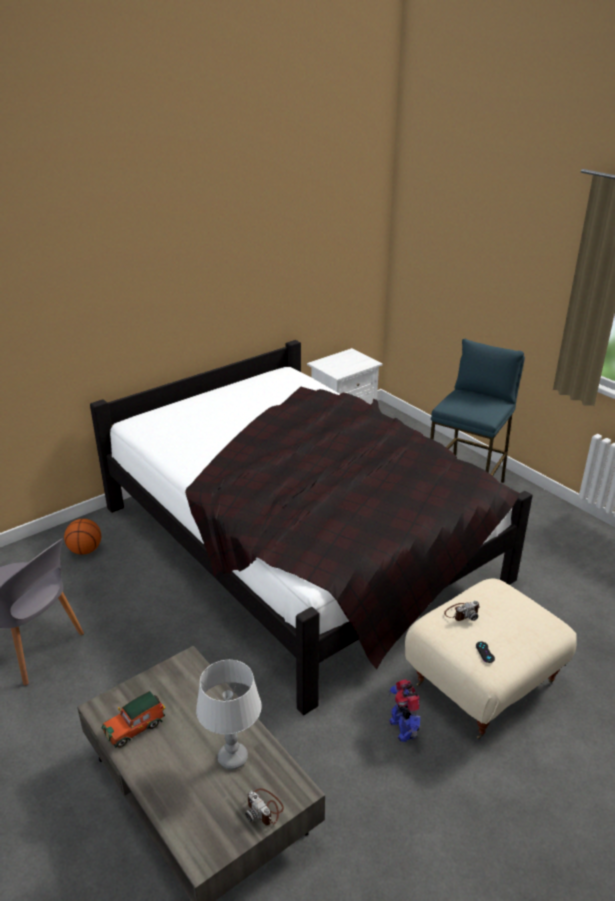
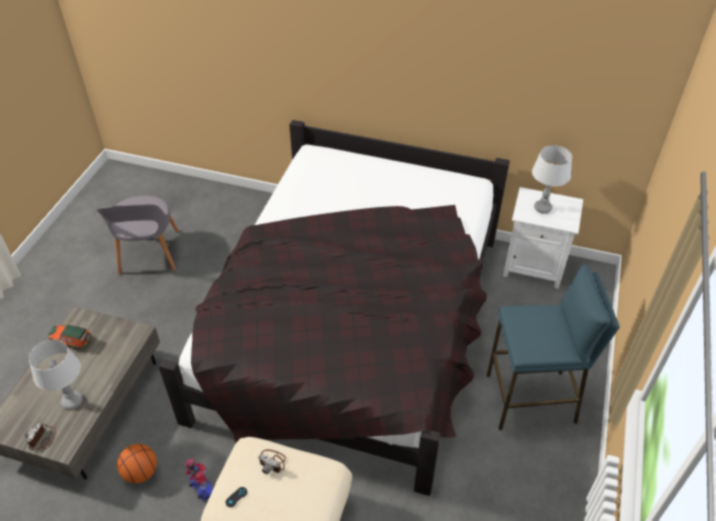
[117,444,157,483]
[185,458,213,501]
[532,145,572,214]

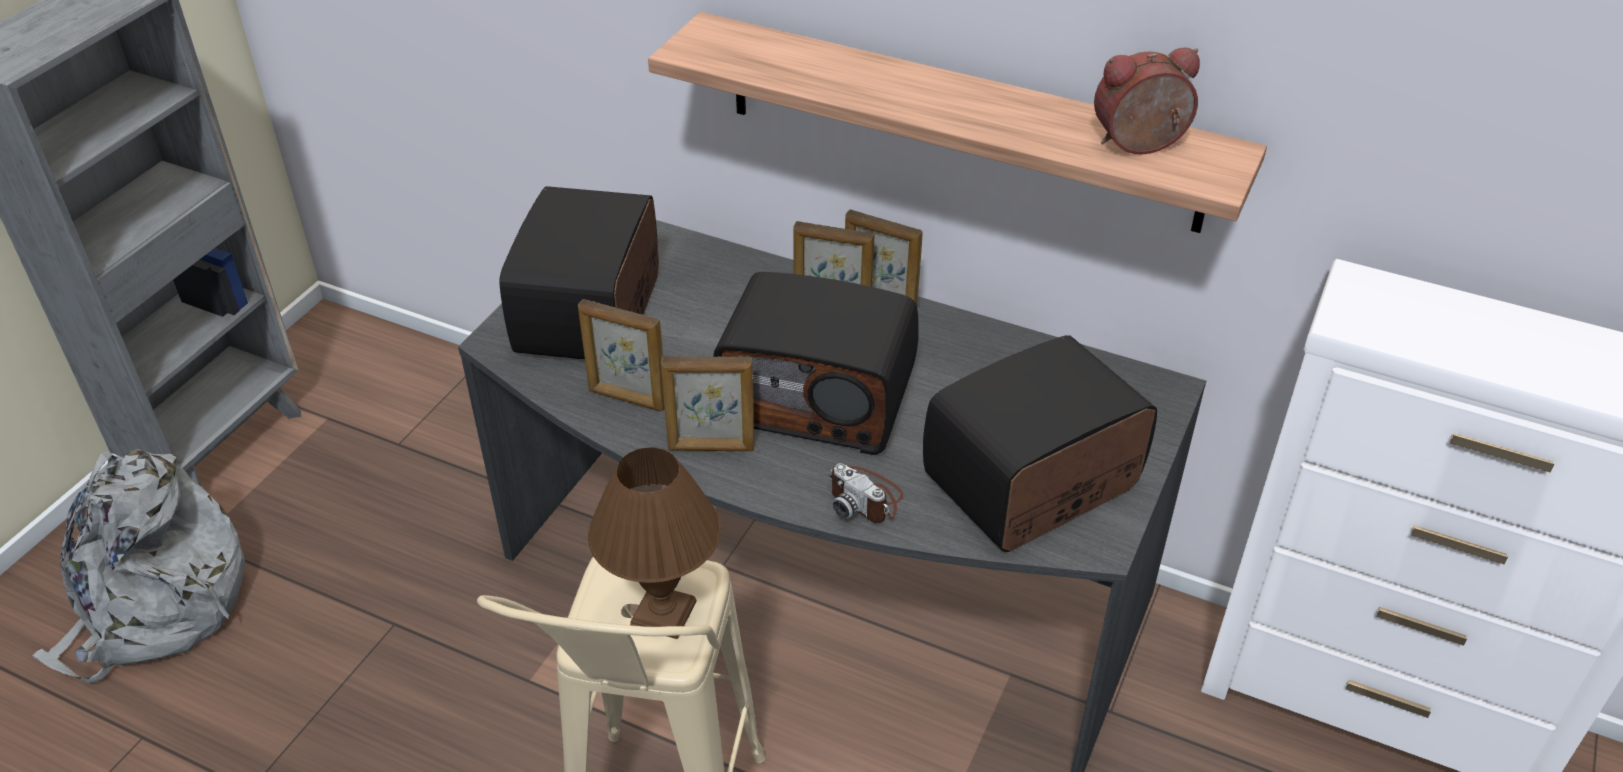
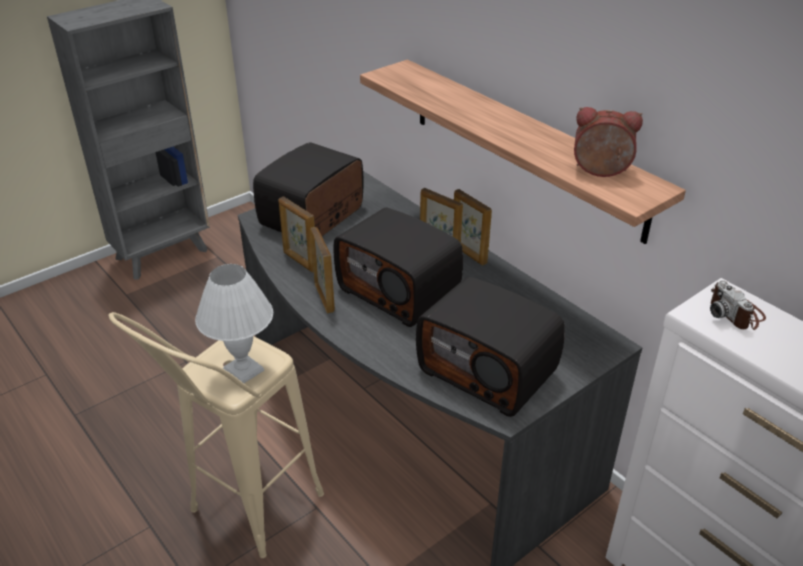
[195,264,273,383]
[310,227,335,313]
[416,277,565,417]
[710,280,766,330]
[32,449,245,683] (first image)

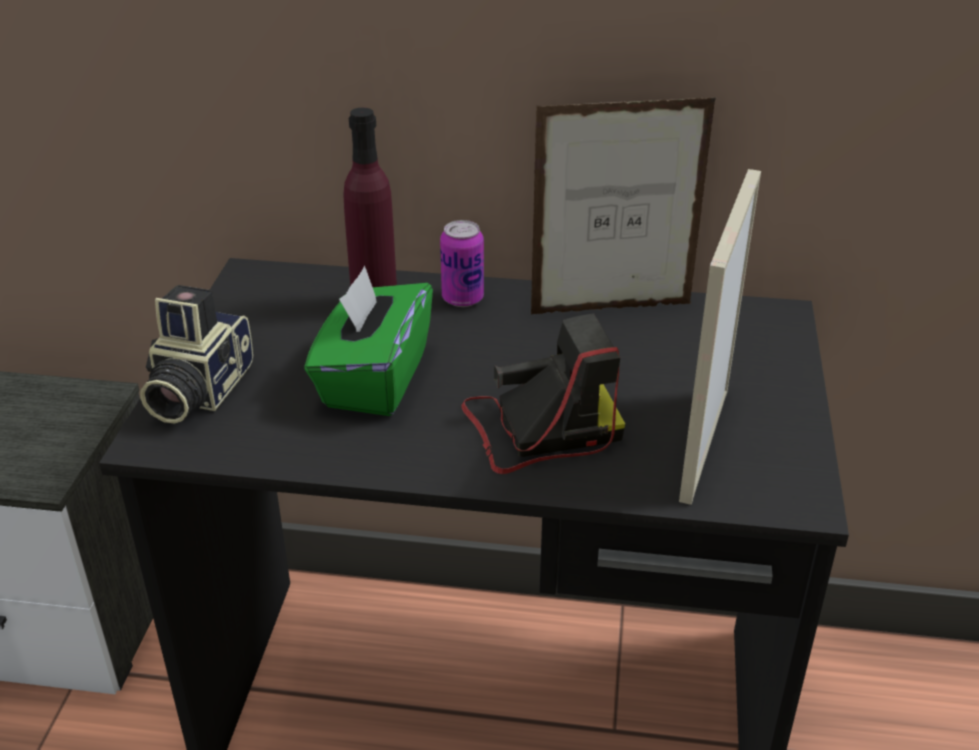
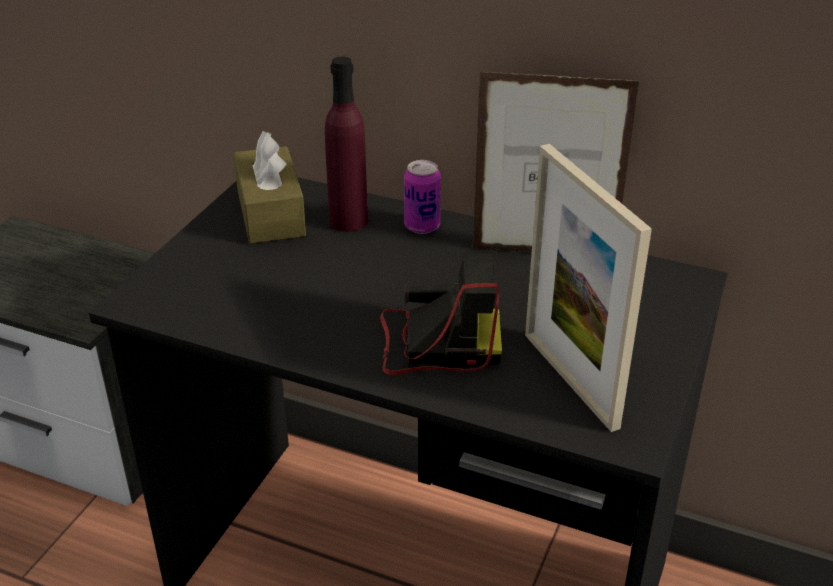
[233,131,306,244]
[525,144,652,432]
[140,285,253,424] (first image)
[305,266,433,416] (first image)

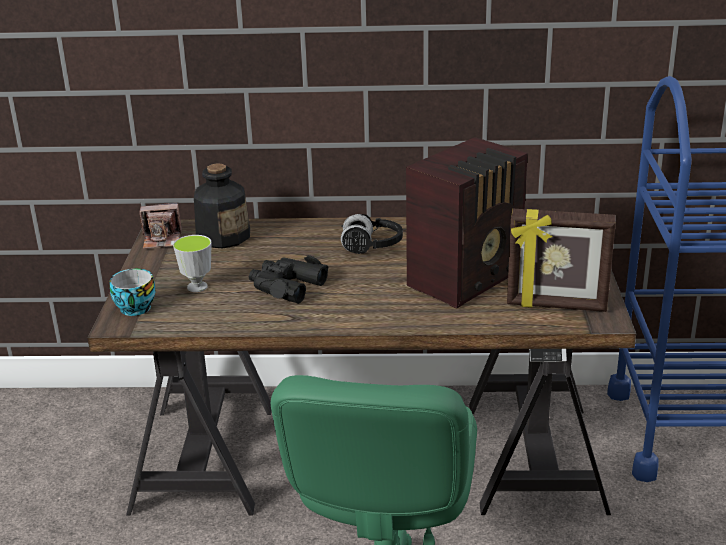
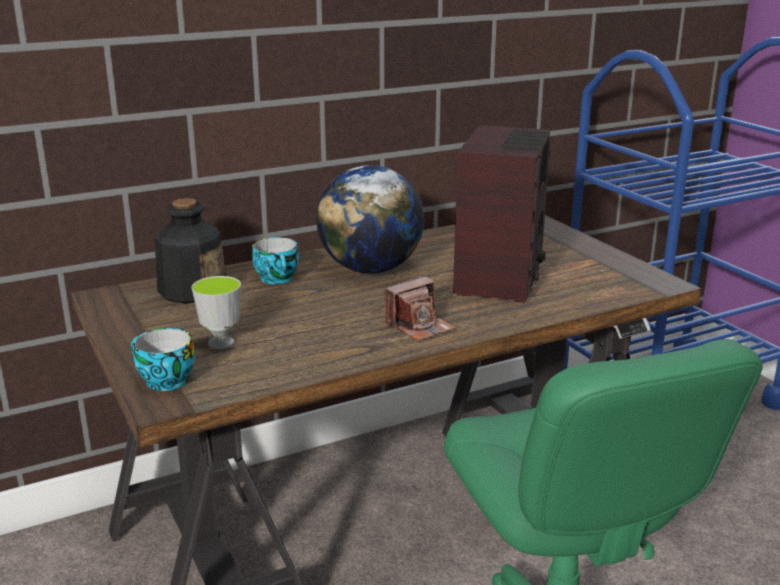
[252,237,299,284]
[316,165,424,273]
[385,276,455,341]
[248,255,328,304] (first image)
[507,209,616,312] (first image)

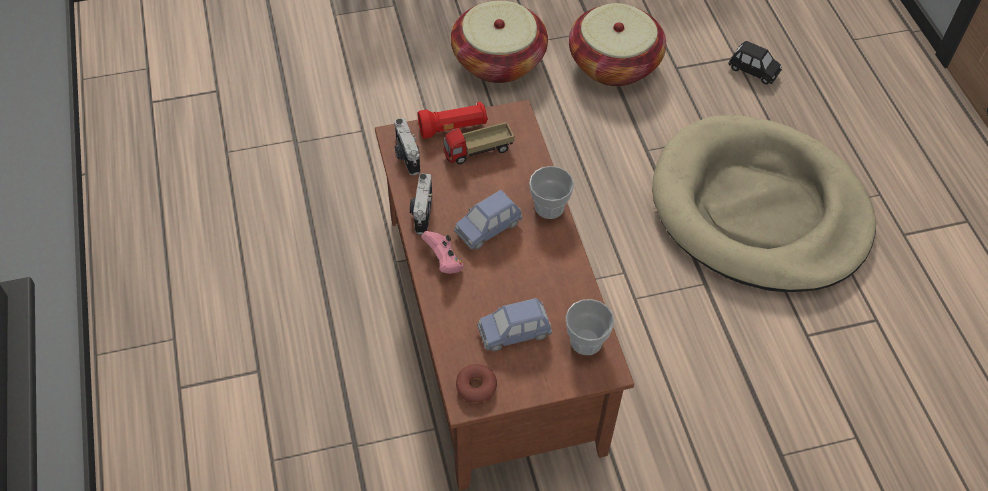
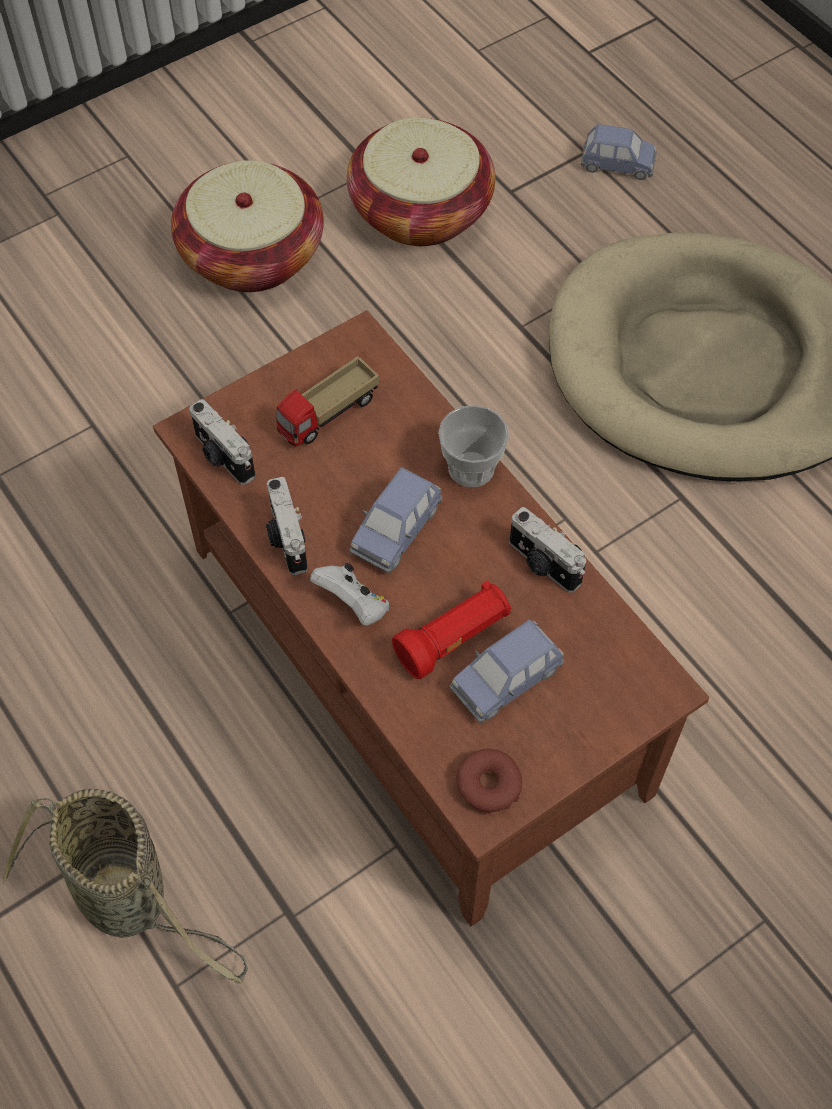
[2,789,248,984]
[310,563,389,626]
[392,580,511,679]
[509,507,586,593]
[581,124,657,180]
[565,299,614,355] (first image)

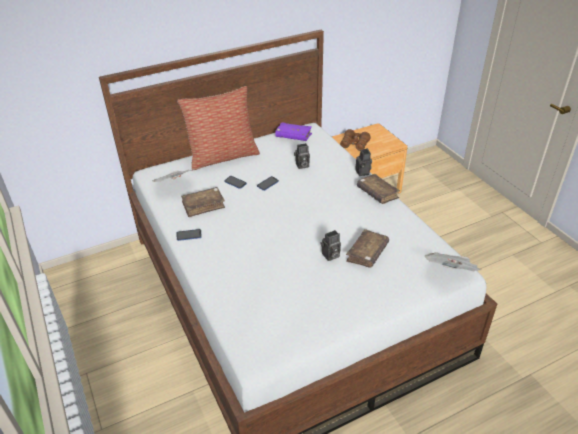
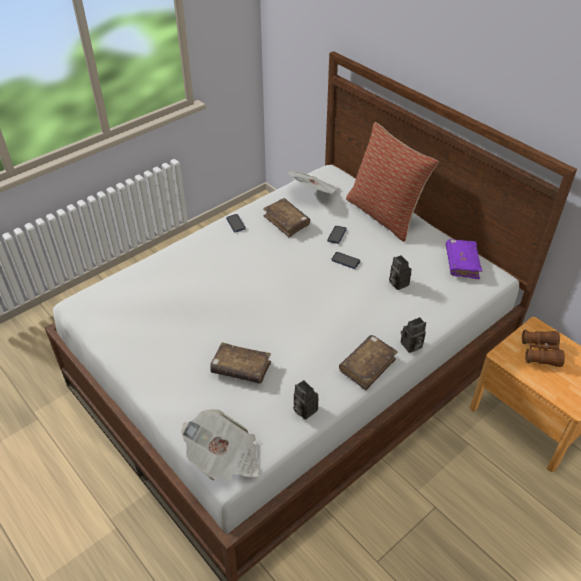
[293,380,319,420]

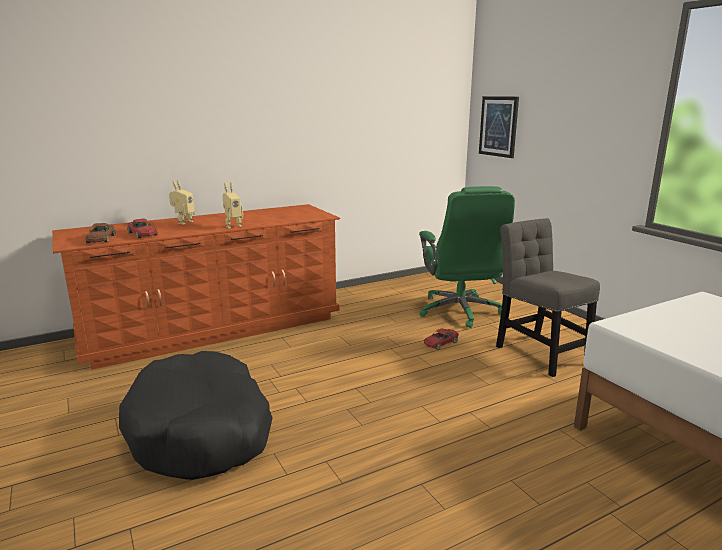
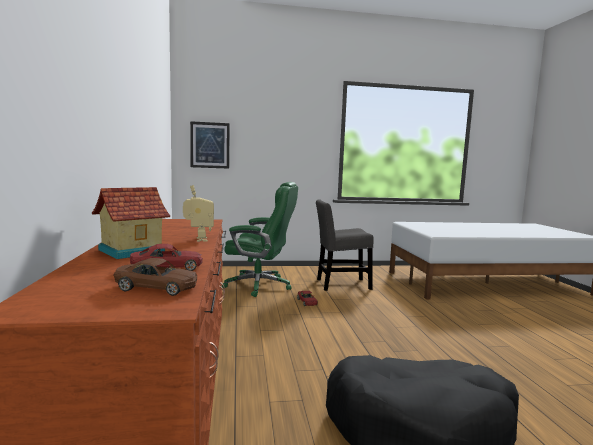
[92,187,170,259]

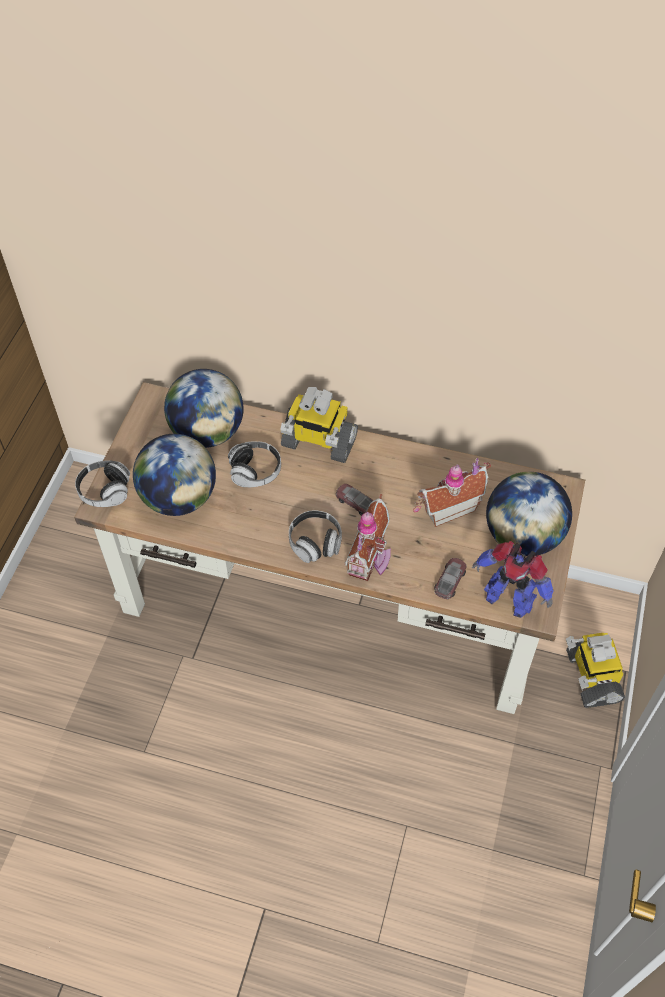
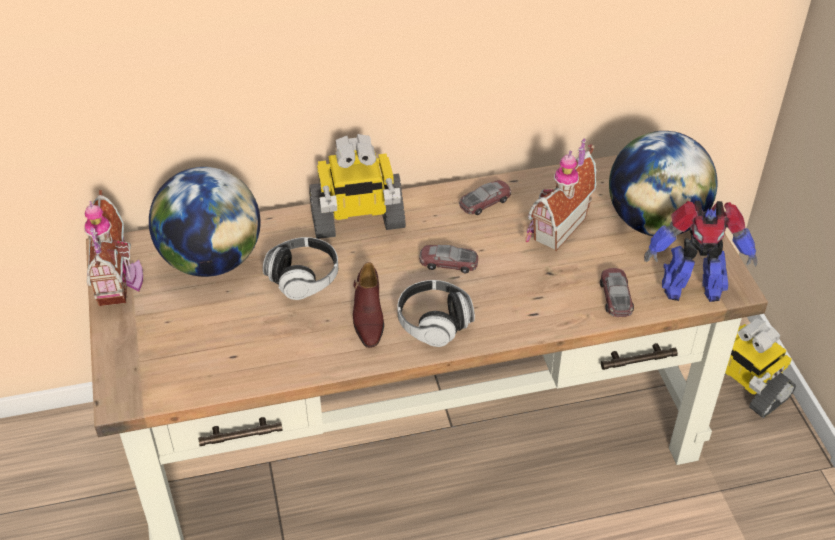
[84,190,143,306]
[353,262,384,348]
[459,180,511,215]
[75,461,130,507] (first image)
[133,434,216,516] (first image)

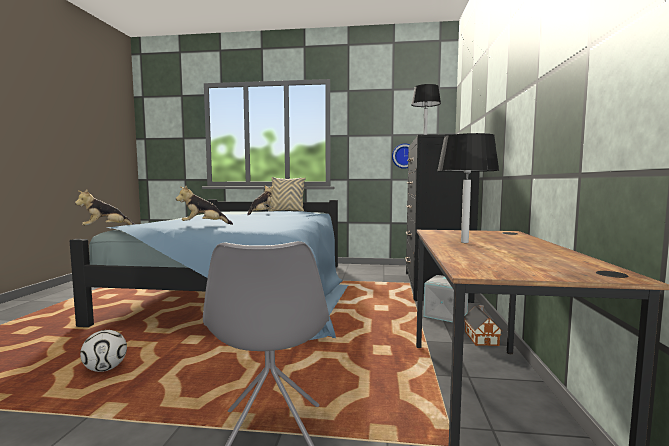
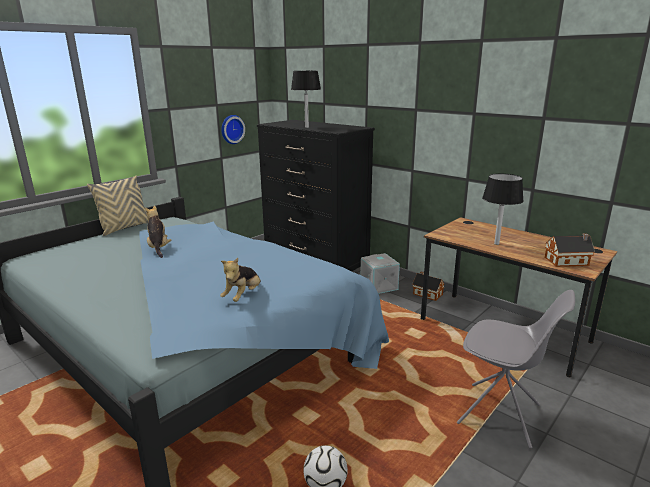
[545,233,595,267]
[75,190,135,225] (first image)

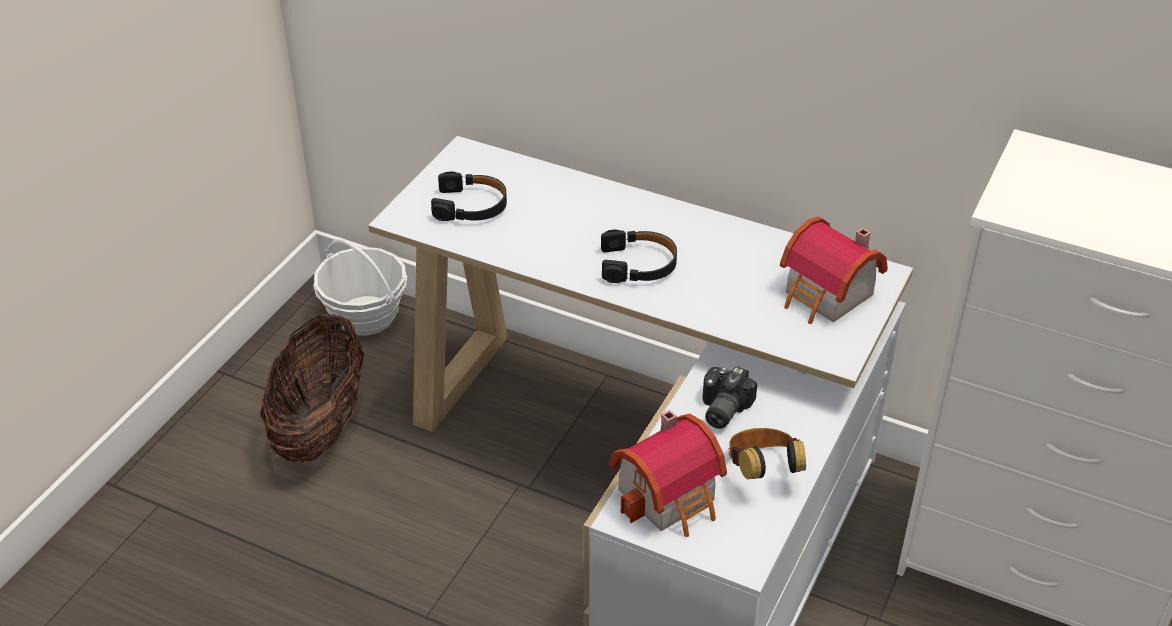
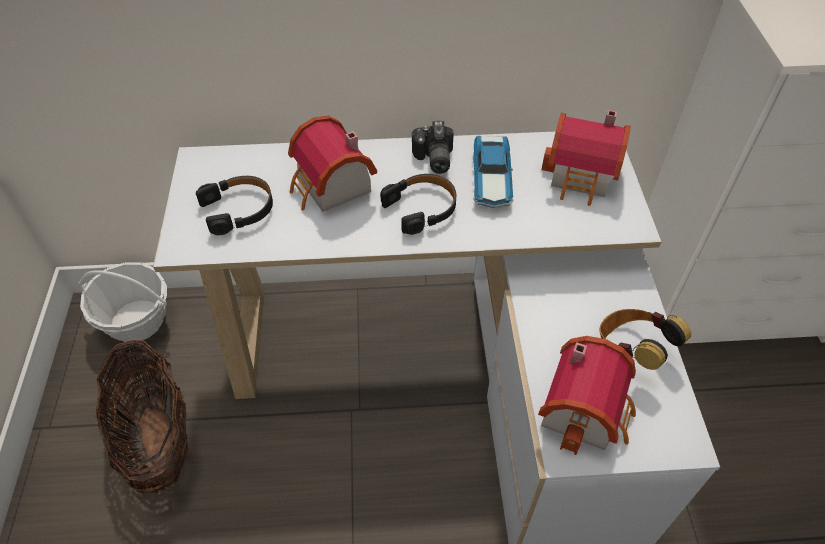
[288,116,377,212]
[412,121,454,174]
[473,136,513,208]

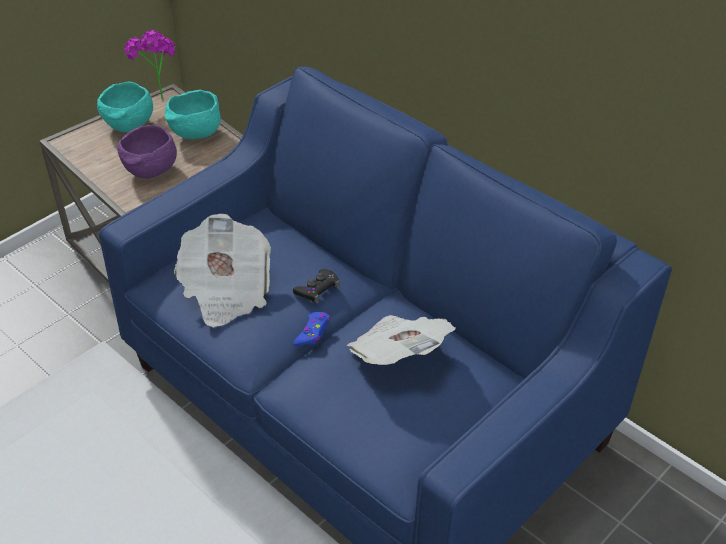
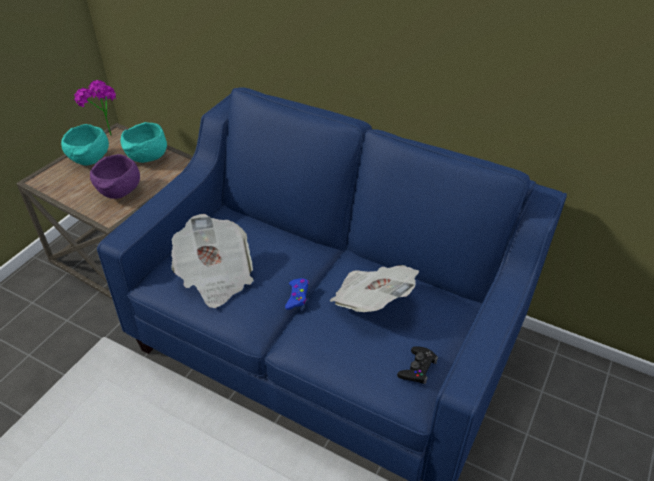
[397,346,438,384]

